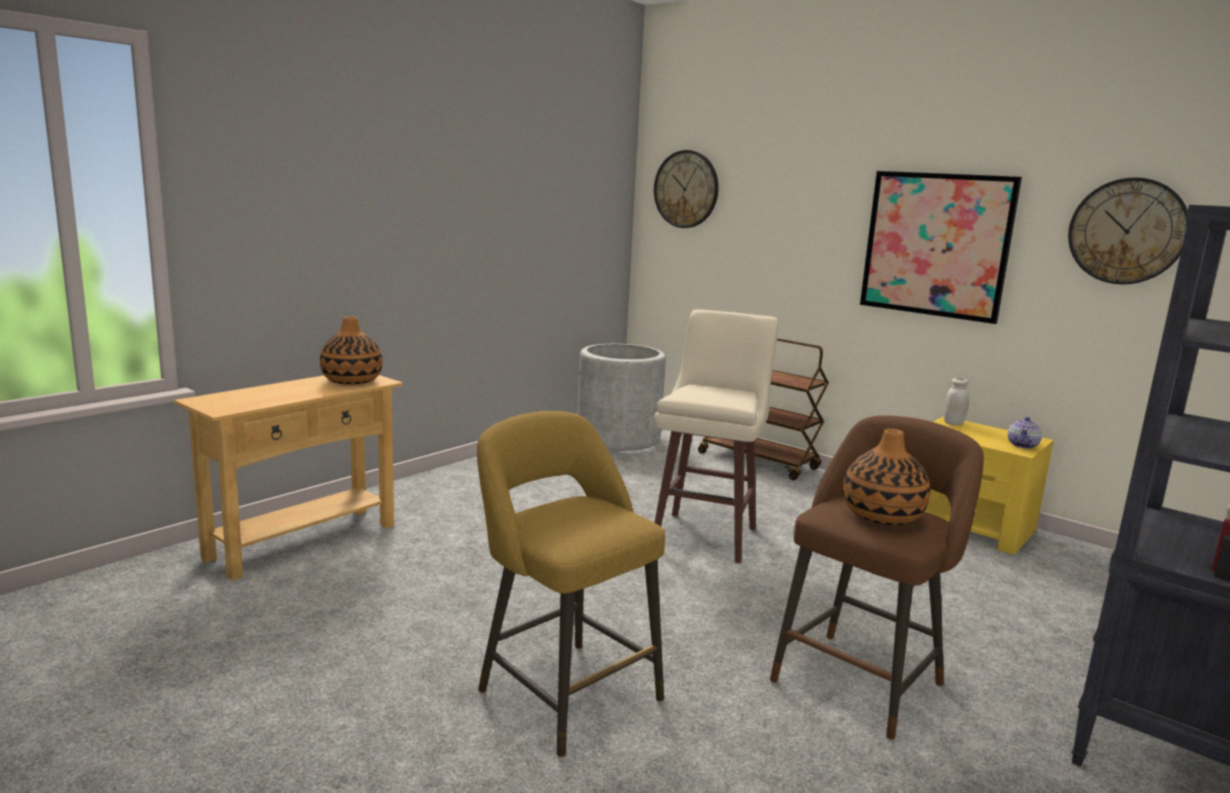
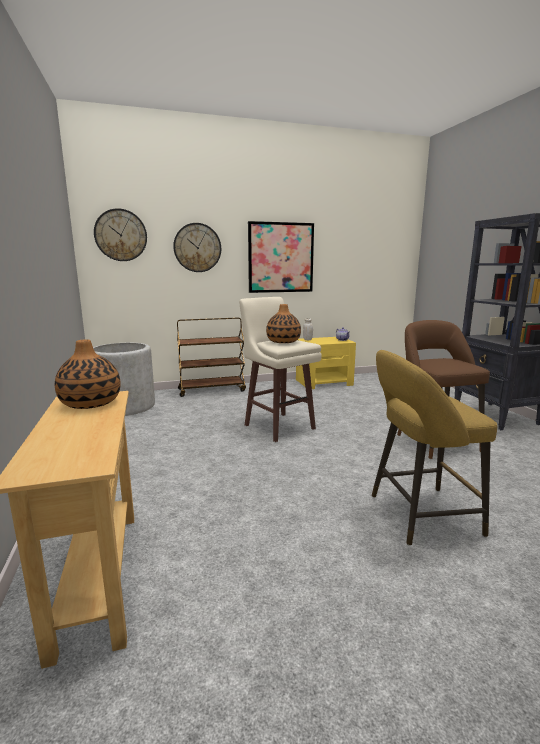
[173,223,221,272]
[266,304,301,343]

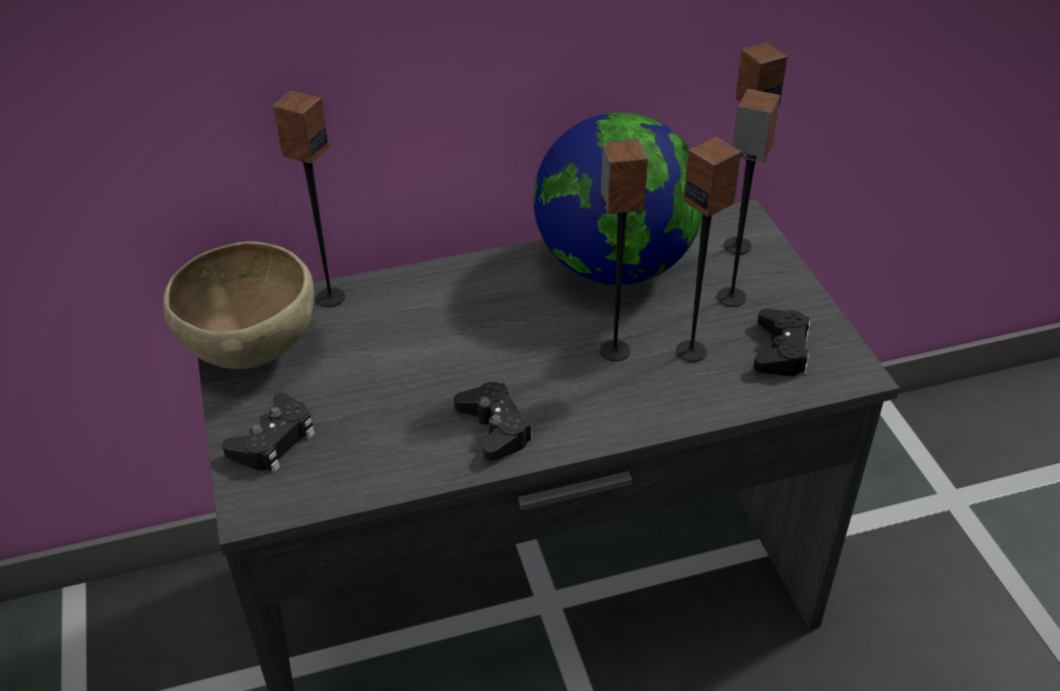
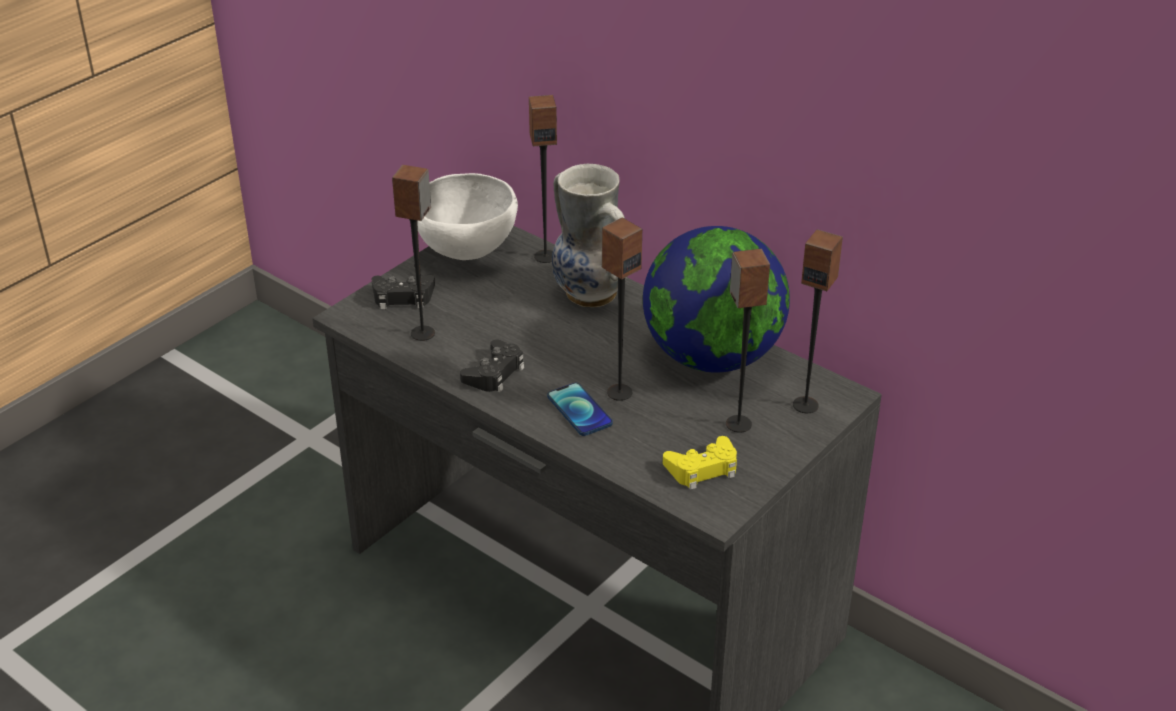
[392,165,435,341]
[417,173,518,260]
[547,383,613,436]
[552,163,627,307]
[663,436,737,490]

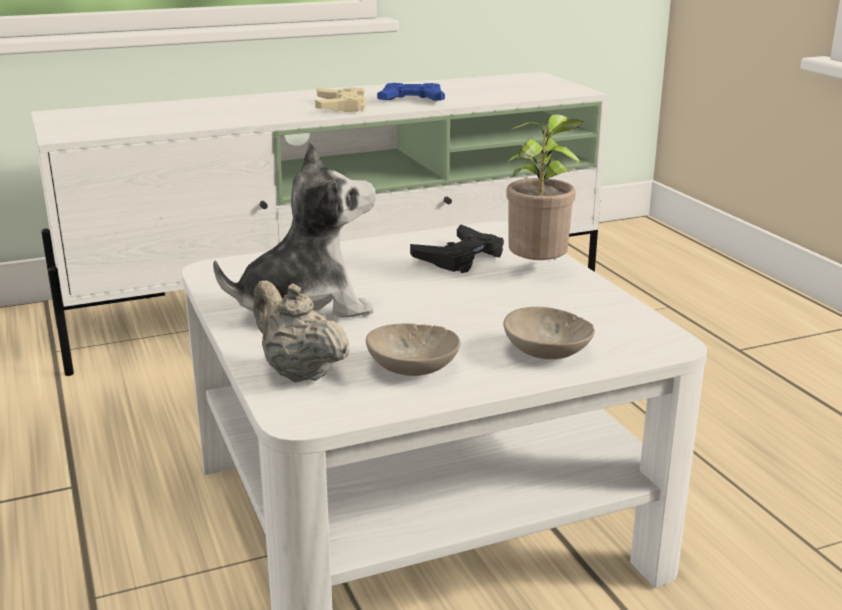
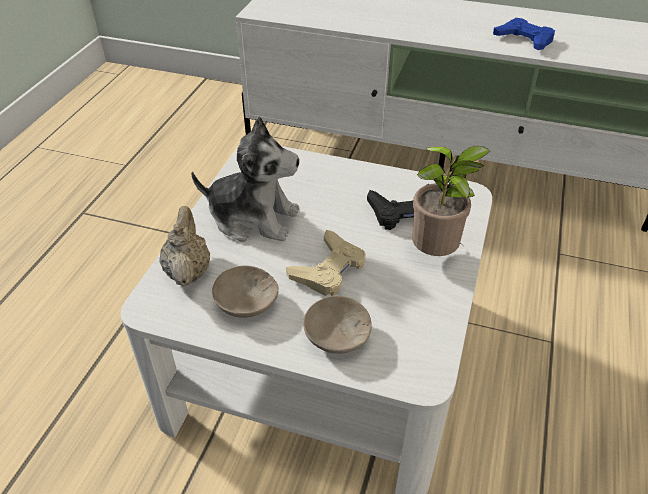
[286,230,366,296]

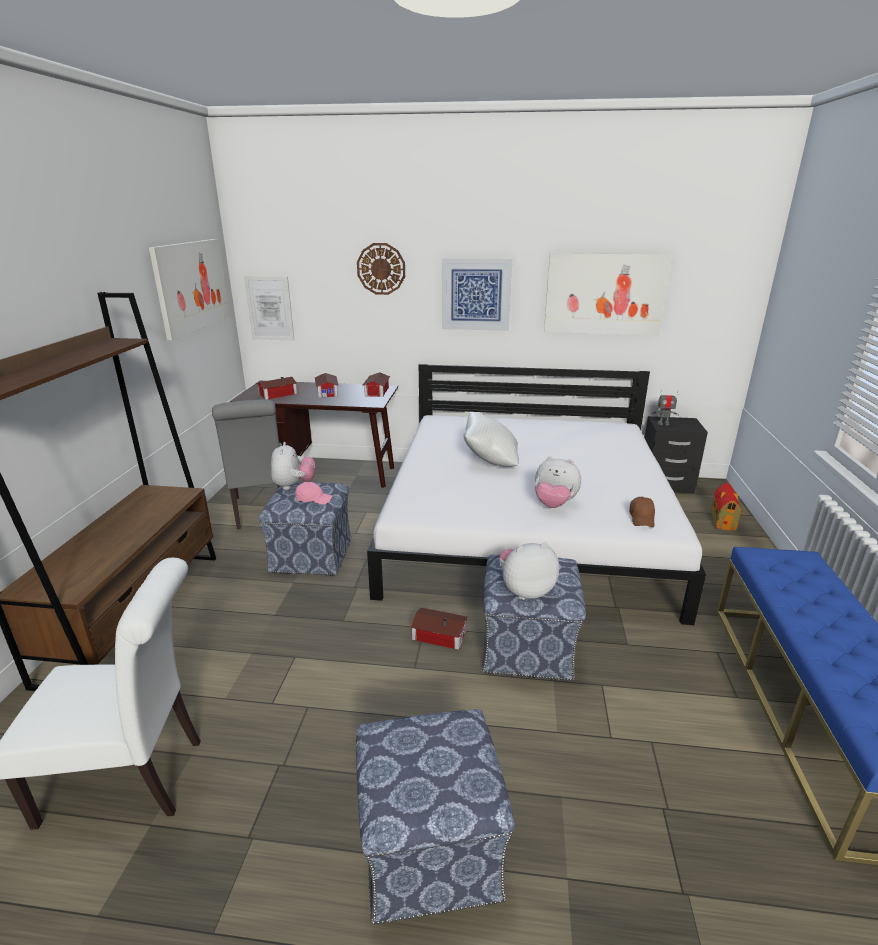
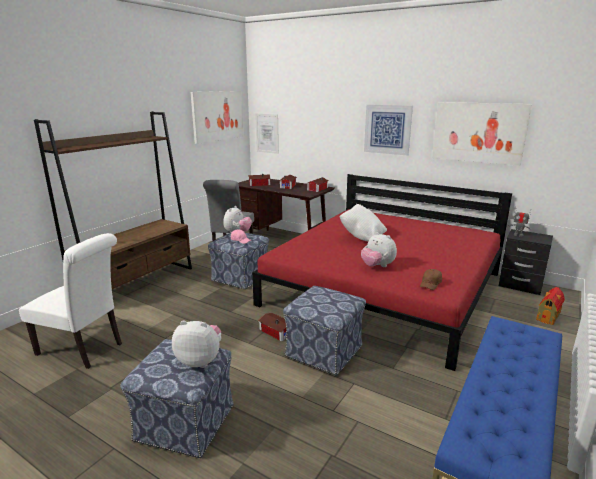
[172,320,221,368]
[252,174,512,371]
[357,243,405,295] (first image)

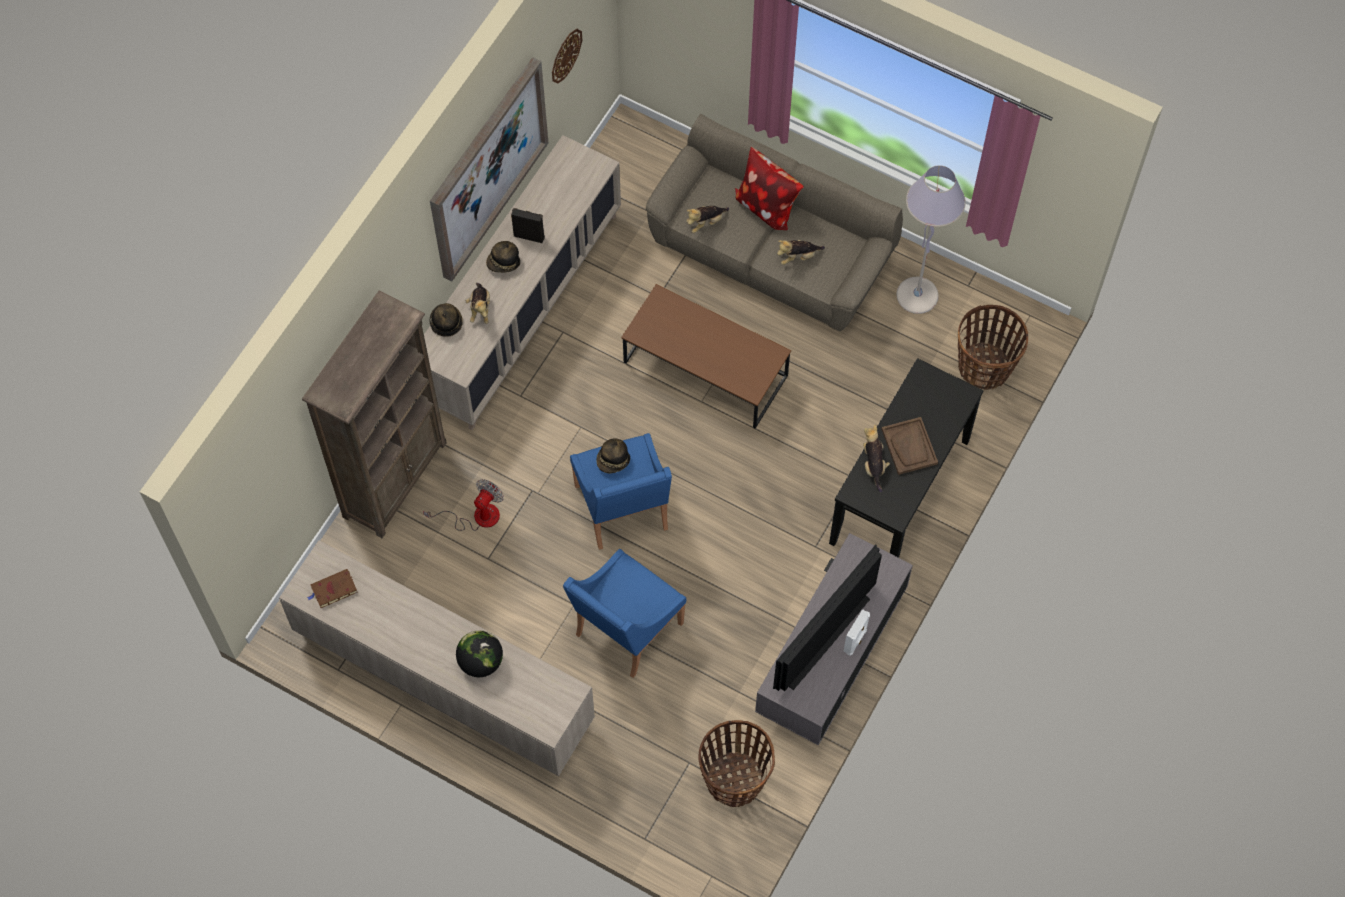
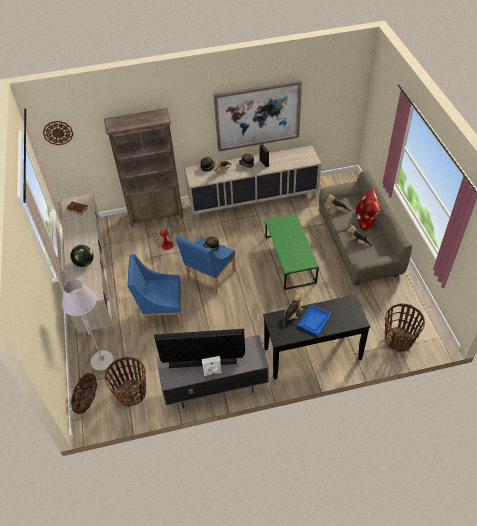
[43,121,73,145]
[62,280,114,371]
[71,373,97,414]
[265,213,319,290]
[298,305,331,336]

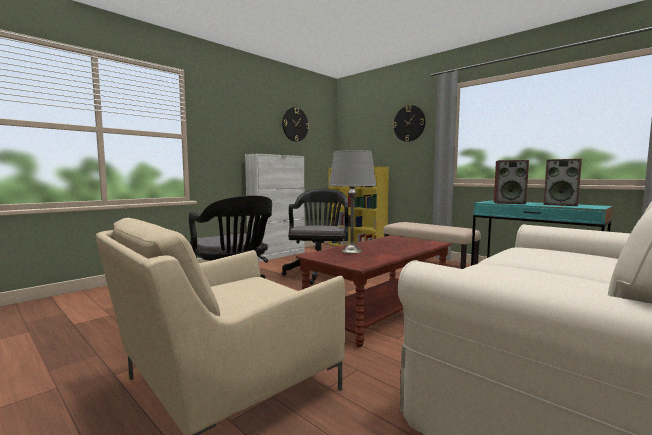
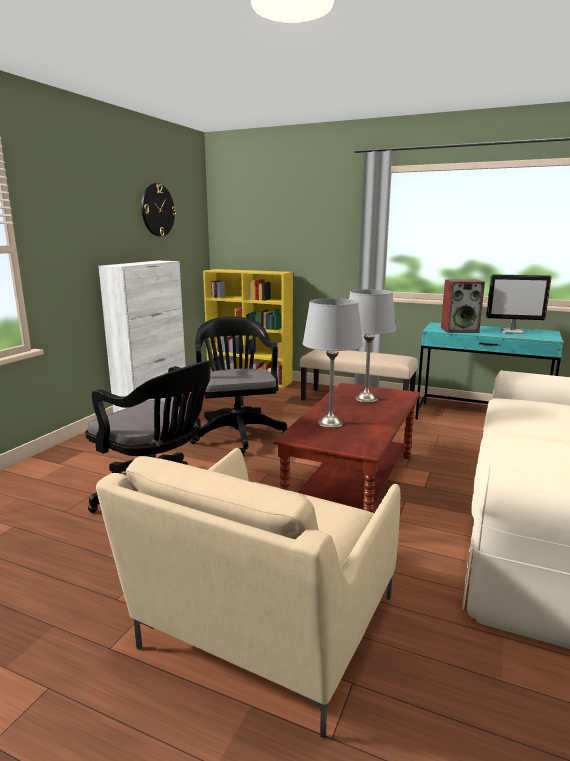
[349,289,396,402]
[486,274,552,334]
[393,105,425,142] (first image)

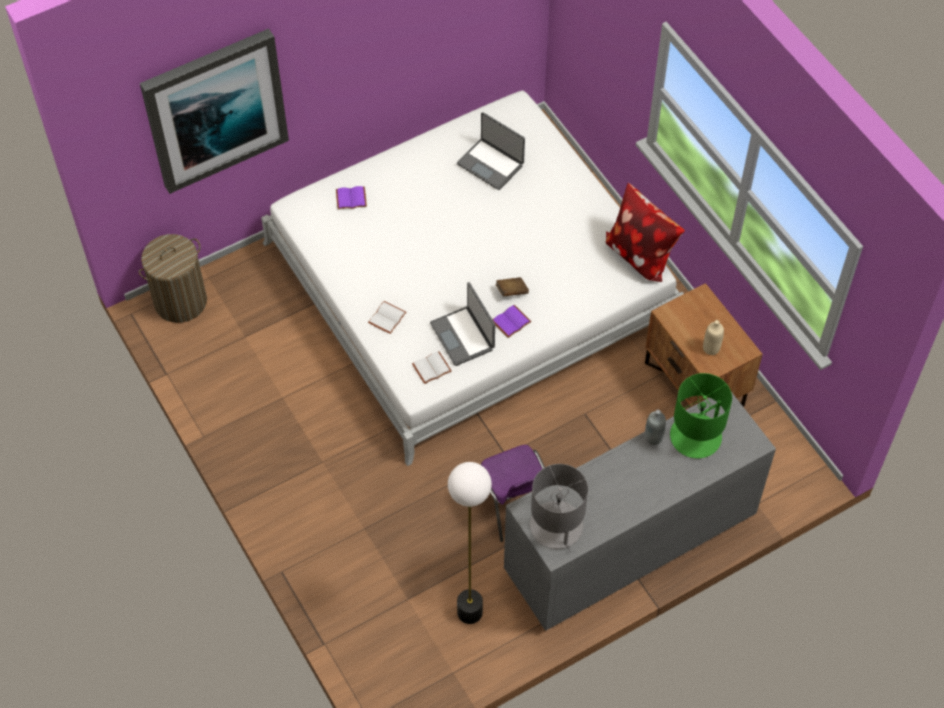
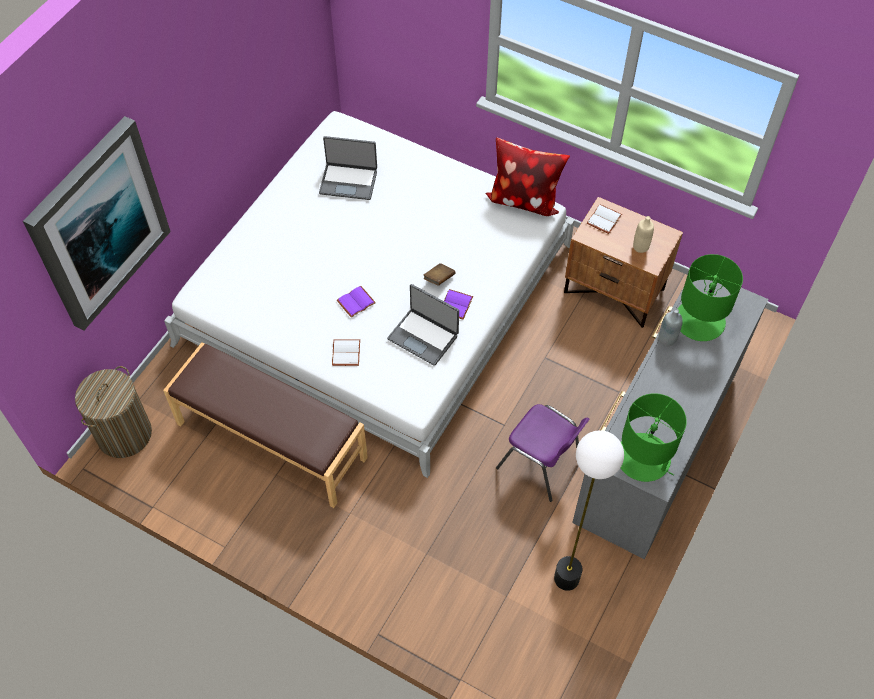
[163,342,368,508]
[337,286,376,318]
[587,204,622,234]
[621,393,687,482]

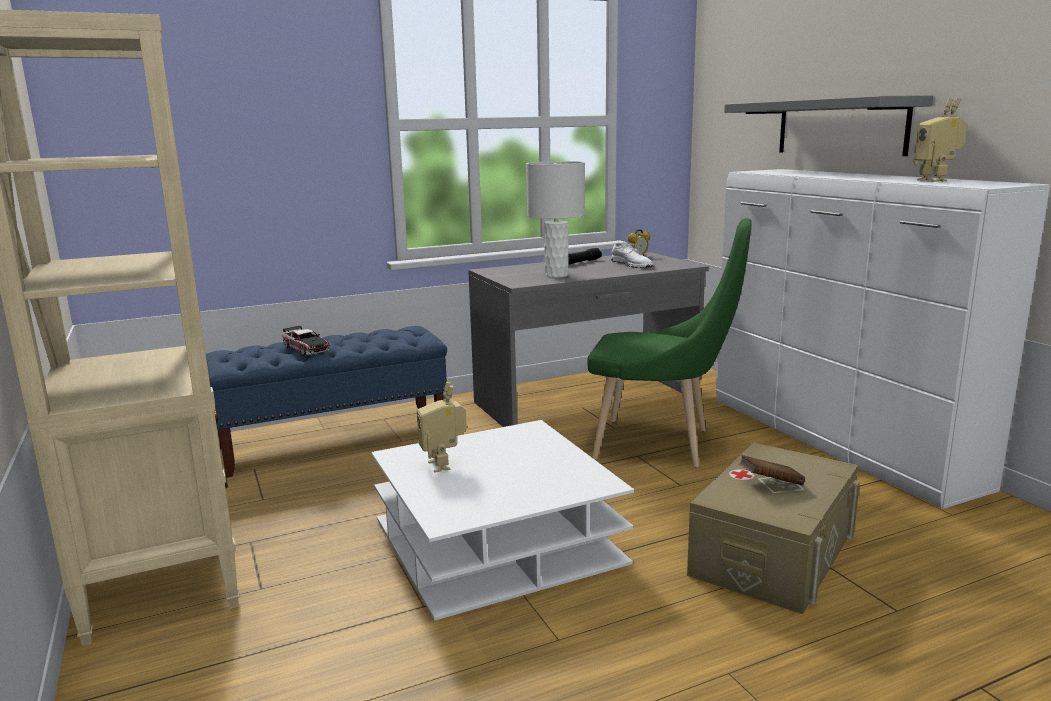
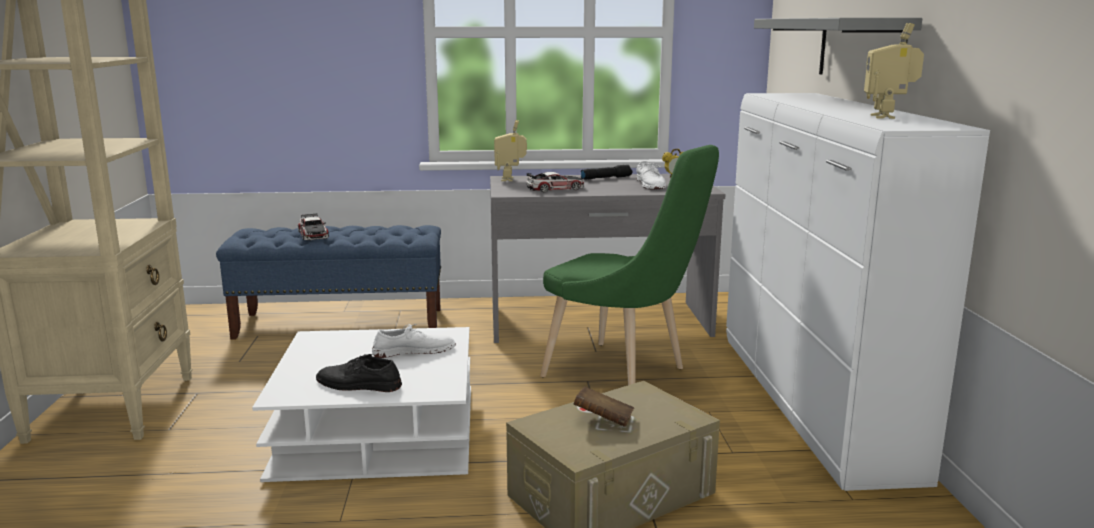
[316,354,402,392]
[372,324,456,358]
[494,120,527,181]
[527,172,584,192]

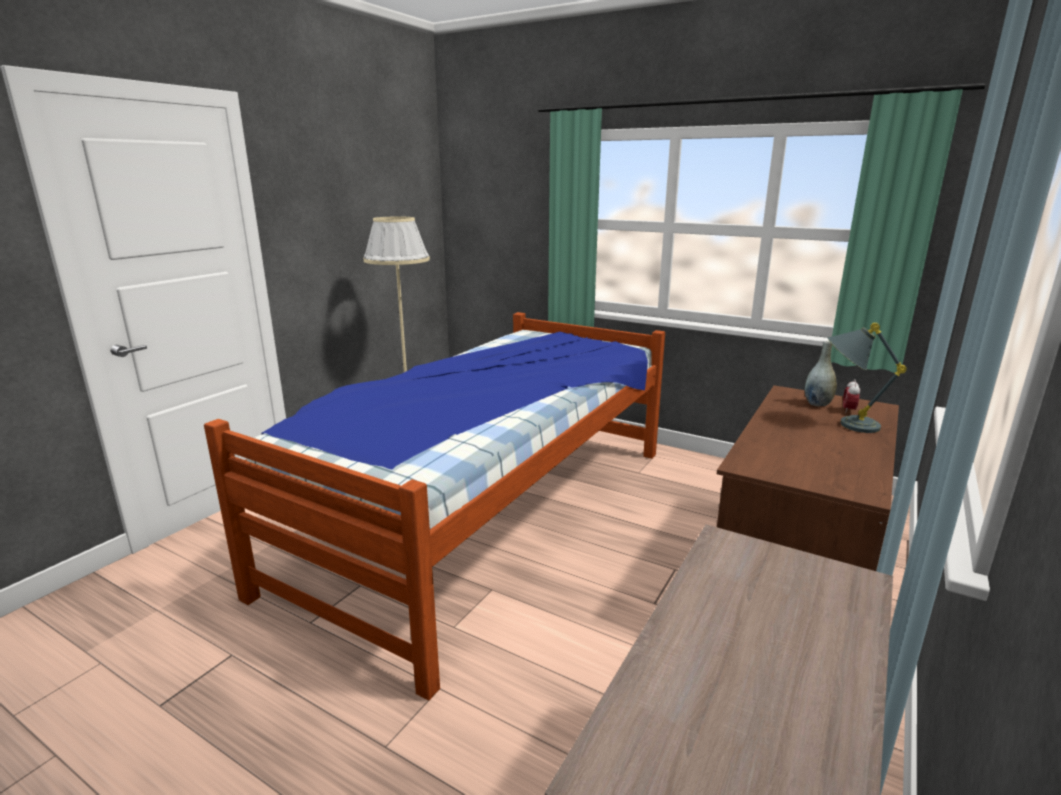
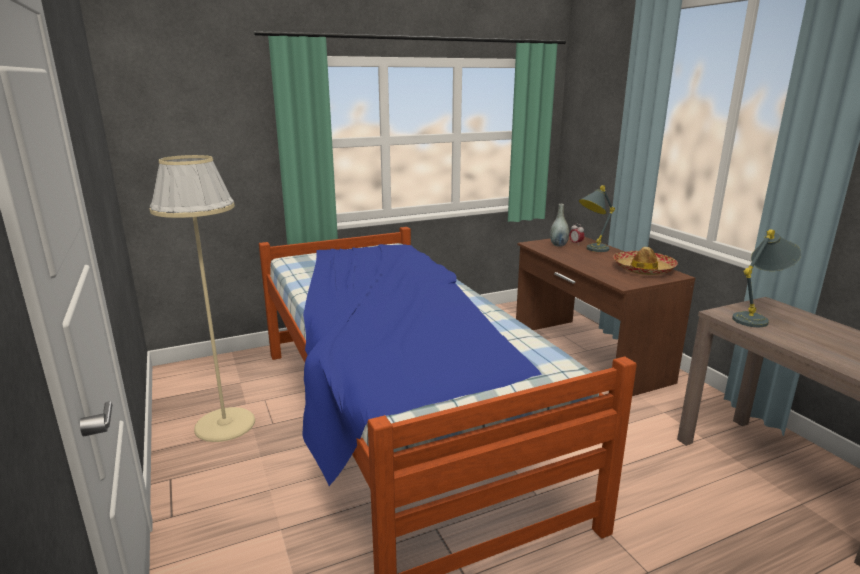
[613,247,678,275]
[732,229,801,327]

